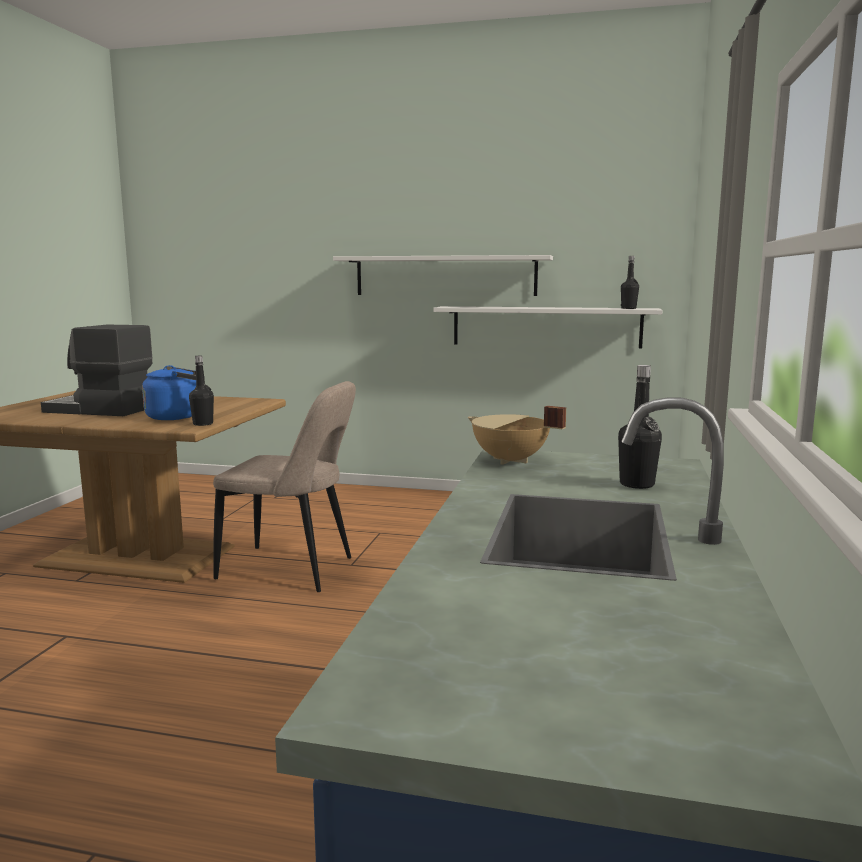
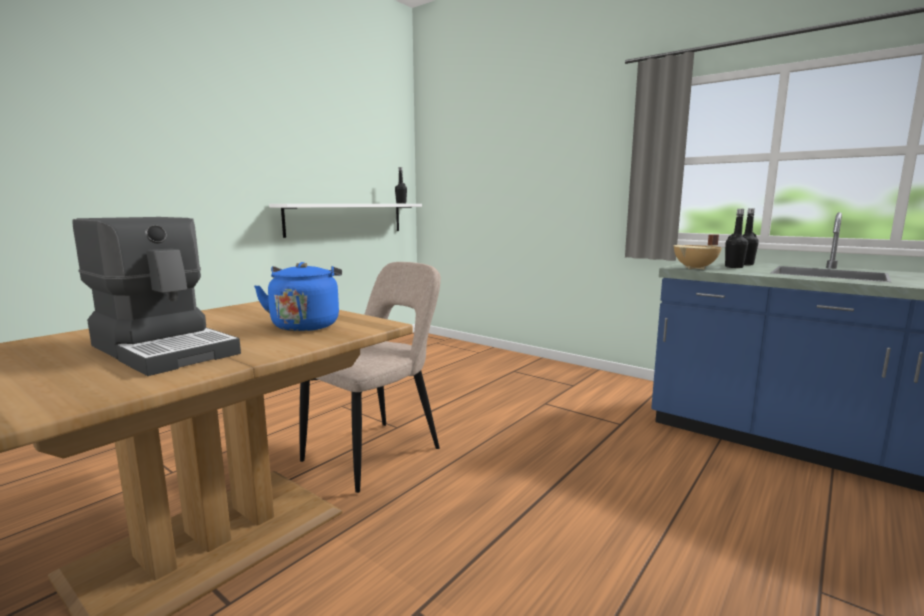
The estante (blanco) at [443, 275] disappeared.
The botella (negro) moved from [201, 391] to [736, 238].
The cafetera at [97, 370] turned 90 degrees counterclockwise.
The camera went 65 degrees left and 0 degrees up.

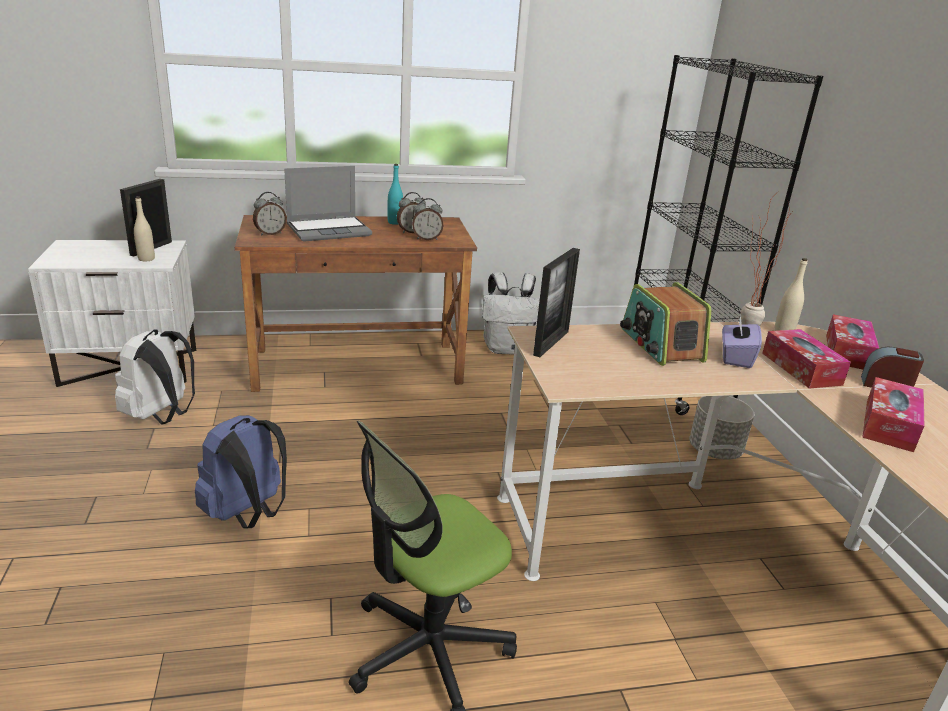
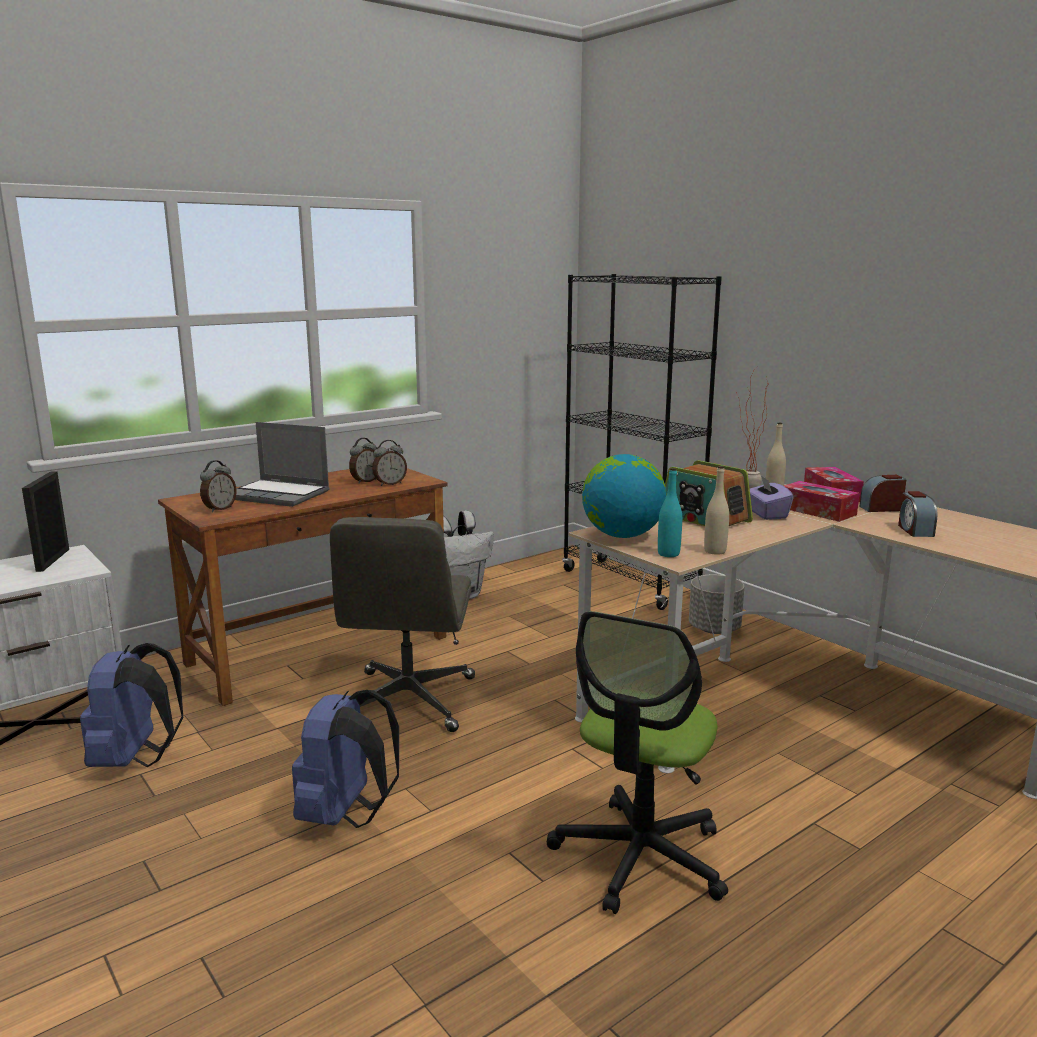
The silla de oficina (gris) at [402, 624] appeared.
The botella (beis) moved from [144, 229] to [716, 510].
The botella (turquesa) moved from [395, 194] to [670, 512].
The portarretratos at [556, 302] was replaced by the globo terráqueo at [624, 496].
The caja de pañuelos at [893, 414] was replaced by the despertador at [918, 514].
The mochila (blanco) at [155, 377] became the mochila (azul) at [131, 705].
The portátil at [328, 204] turned 75 degrees clockwise.
The camera went 25 degrees left and 10 degrees down.

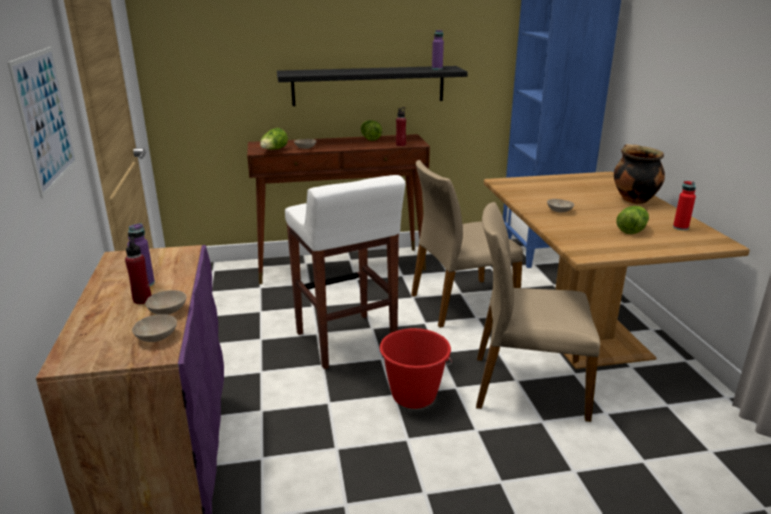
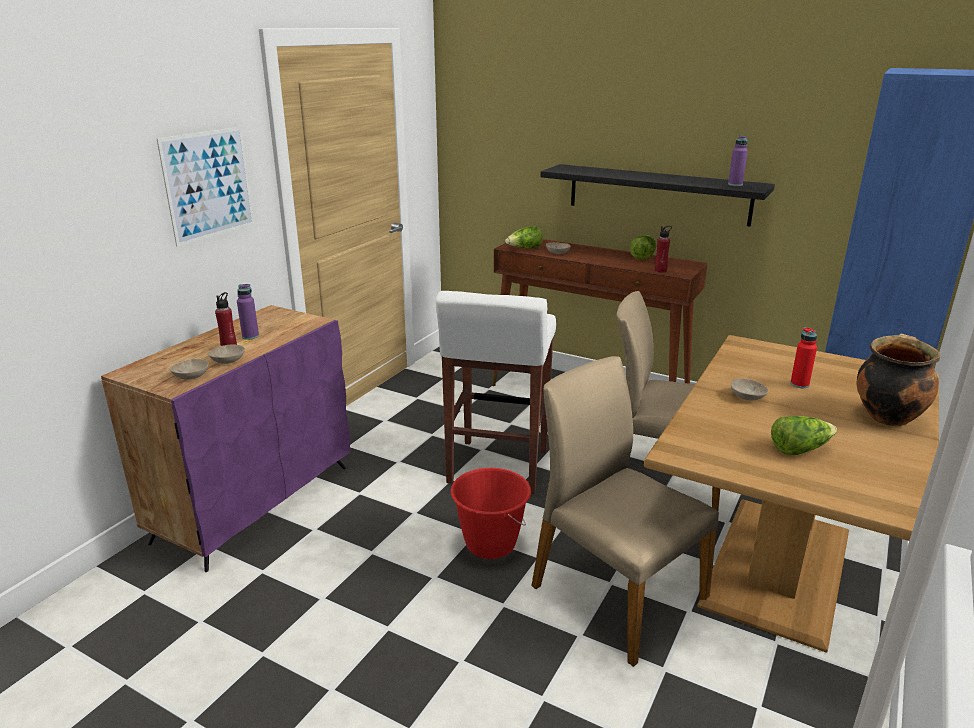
The botella (rojo) moved from [684, 205] to [803, 357].
The camera went 40 degrees right and 0 degrees up.

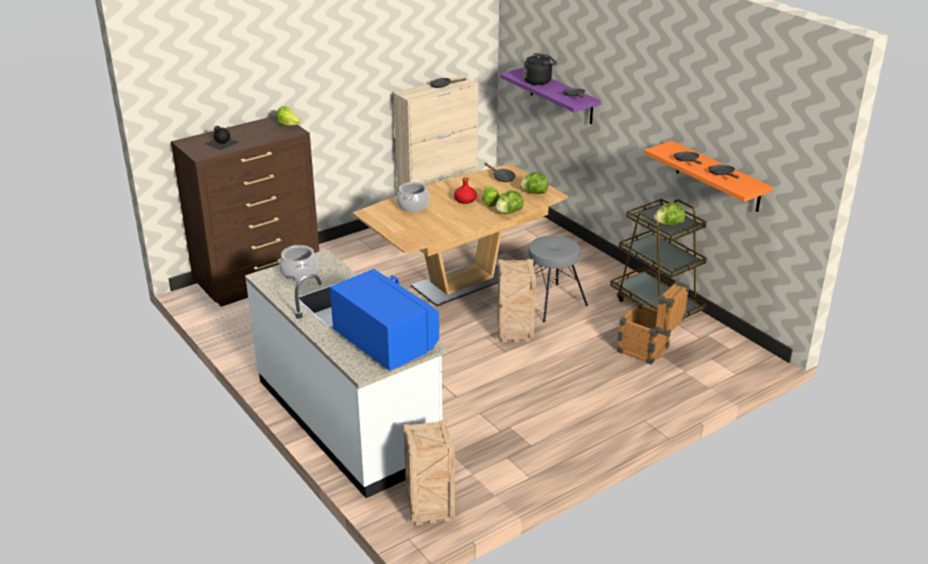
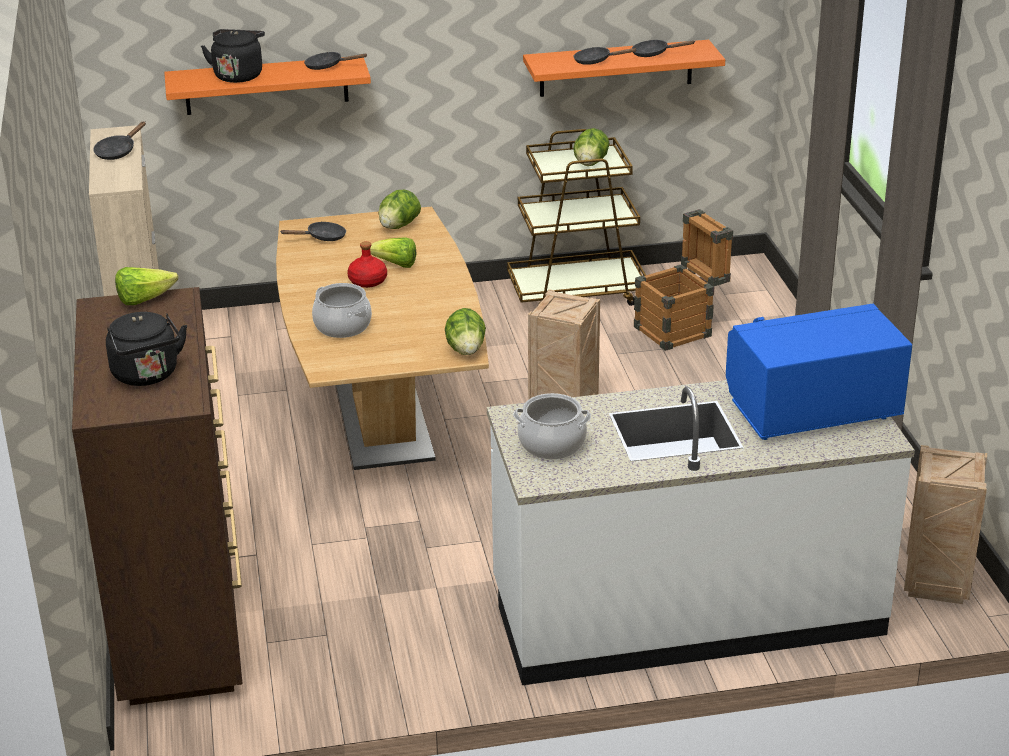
The taburete (gris) at [558, 279] disappeared.
The lechuga moved from [509, 202] to [465, 331].
The botella (negro) at [222, 138] was replaced by the hervidor (negro) at [146, 349].
The estante (morado) at [550, 96] became the estante (naranja) at [267, 86].
The camera went 65 degrees left and 0 degrees up.

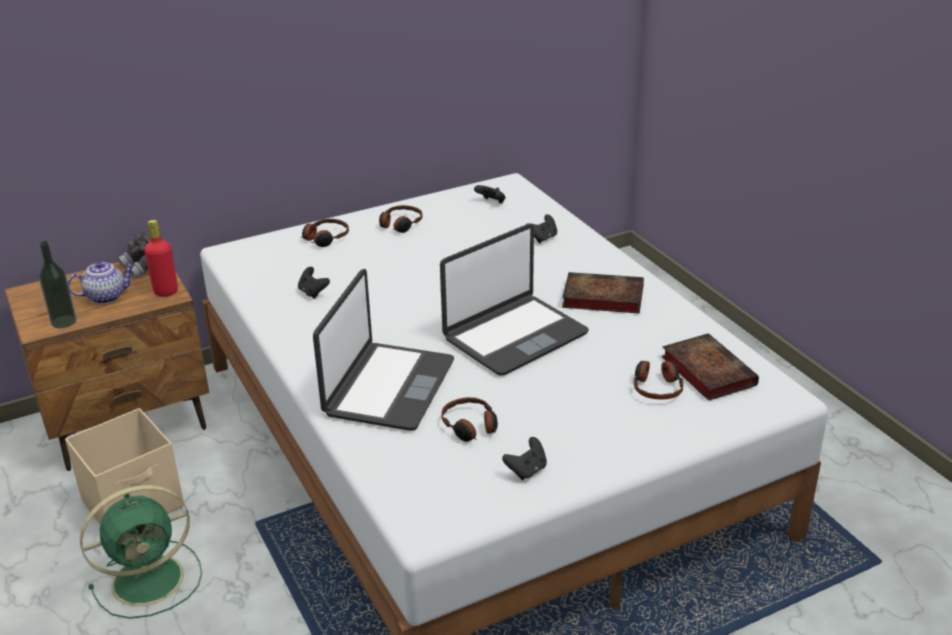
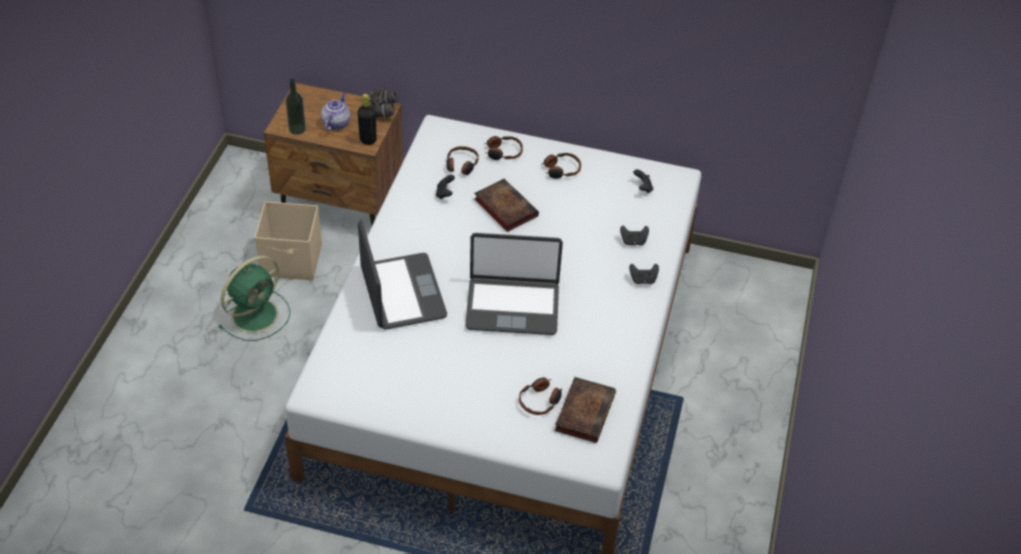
The auriculares moved from [469, 419] to [462, 160].
The mando de consola (negro) moved from [524, 458] to [644, 274].
The libro moved from [603, 293] to [506, 205].
The botella (rojo) at [161, 258] became the botella (negro) at [367, 119].
The tetera at [101, 283] turned 90 degrees counterclockwise.
The ventilador (verde) at [141, 552] turned 60 degrees counterclockwise.
The portátil at [383, 350] turned 75 degrees counterclockwise.
The camera went 40 degrees right and 15 degrees up.

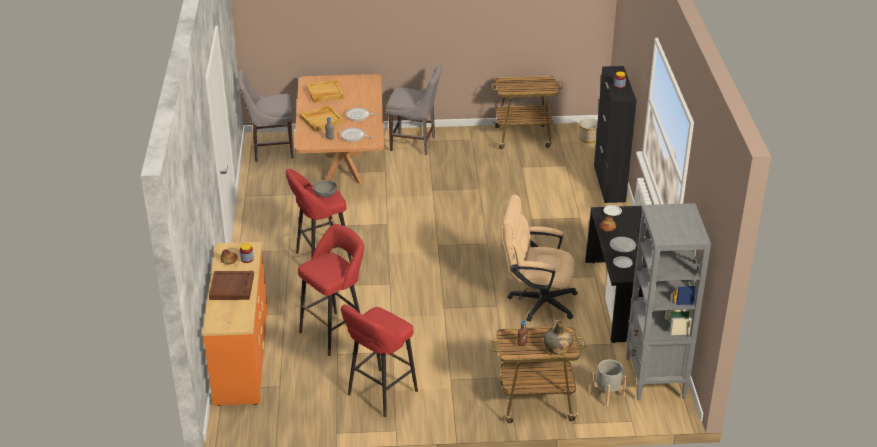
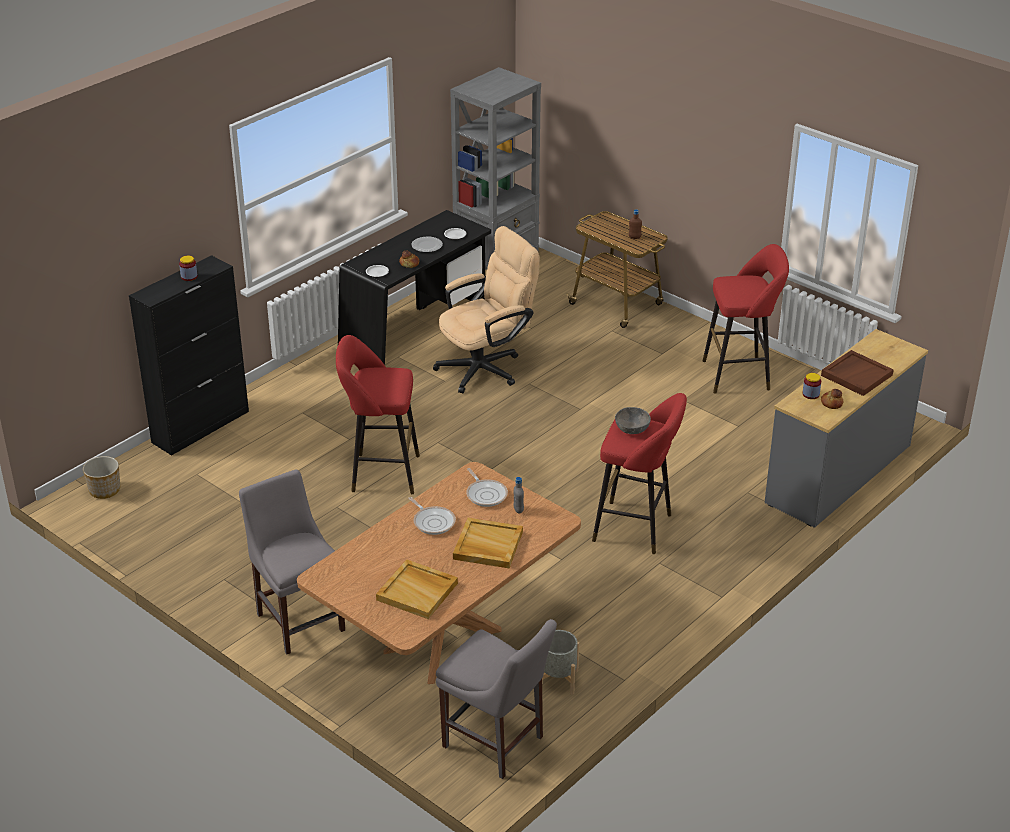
The carrito at [527, 112] disappeared.
The botella (verde) at [558, 337] disappeared.
The taburete (rojo) moved from [331, 290] to [378, 414].
The maceta (gris) moved from [609, 382] to [560, 662].
The cómoda (naranja) at [235, 324] became the cómoda (gris) at [846, 428].
The silla de oficina (beis) at [540, 258] turned 90 degrees counterclockwise.
The camera went 135 degrees left and 0 degrees up.

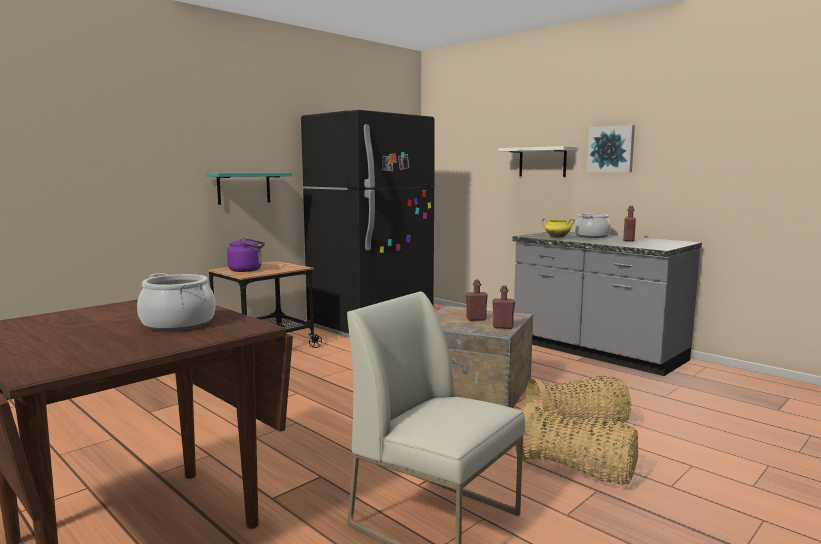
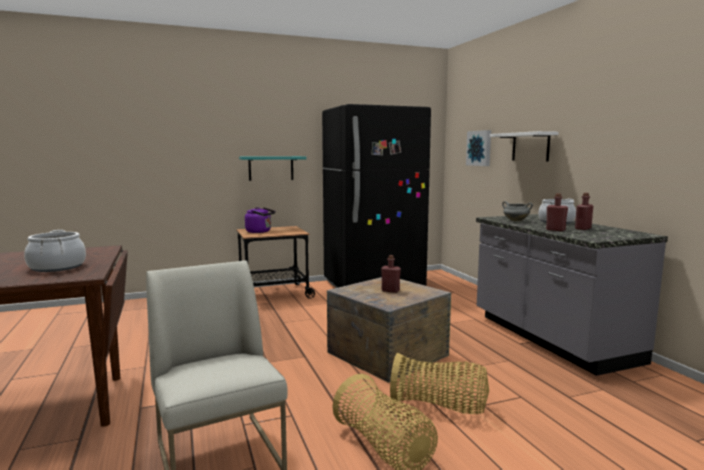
The botella (rojo) moved from [503, 307] to [557, 212].
The cuadro moved from [611, 148] to [478, 148].
The olla (amarillo) at [558, 228] became the olla (gris) at [517, 211].
The camera went 25 degrees right and 0 degrees up.

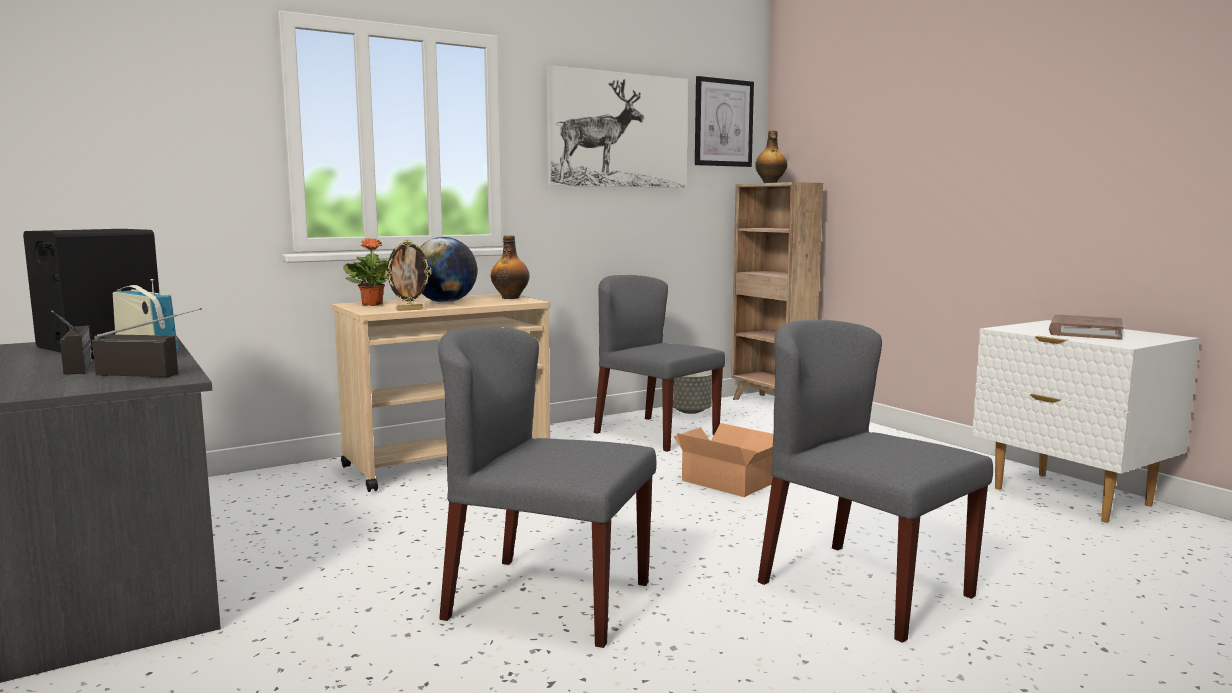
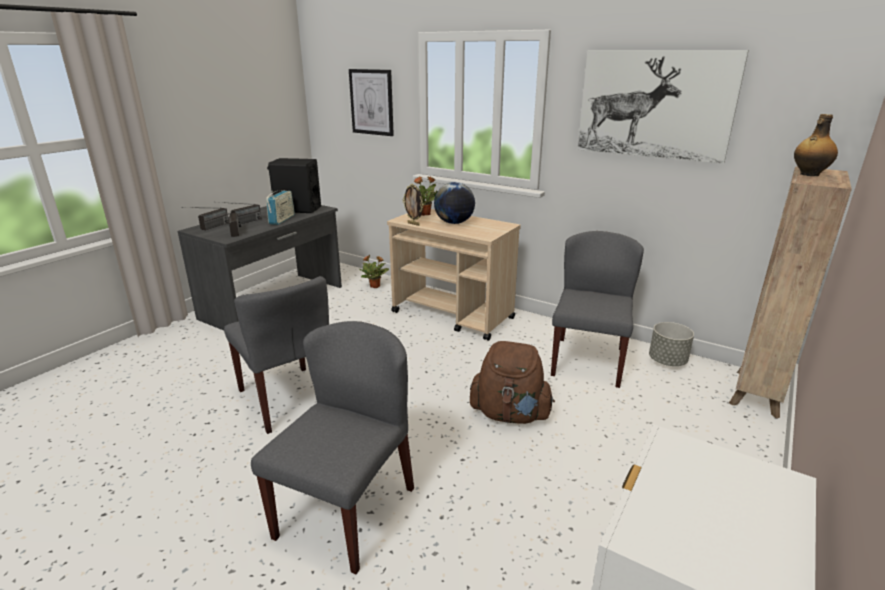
The botella at [510, 267] disappeared.
The libro (marrón) at [1086, 327] disappeared.
The radio at [205, 218] appeared.
The planta en maceta at [374, 271] appeared.
The cuadro moved from [724, 121] to [371, 102].
The caja de cartón at [723, 460] was replaced by the mochila (marrón) at [512, 382].
The silla (gris) at [547, 487] turned 150 degrees clockwise.
The camera went 65 degrees right and 15 degrees up.

